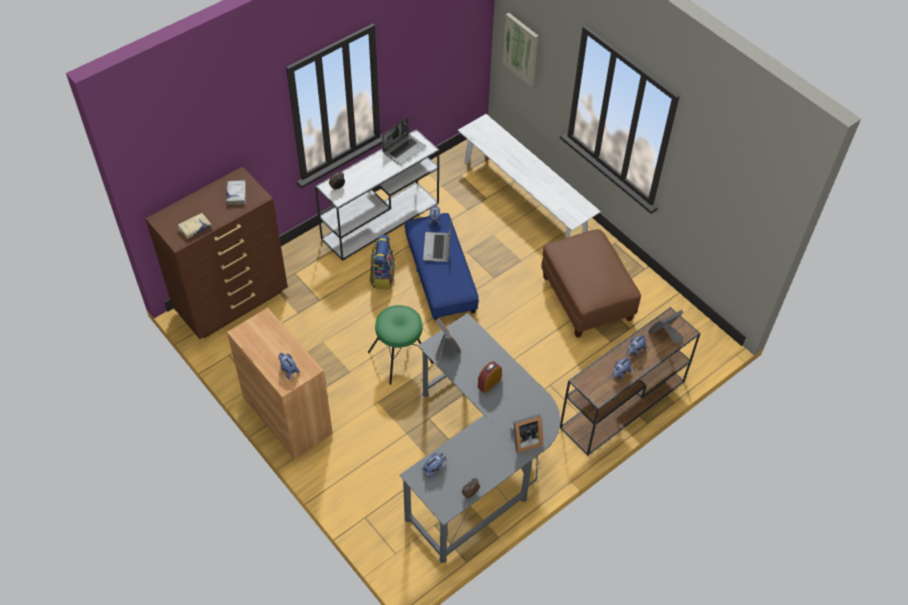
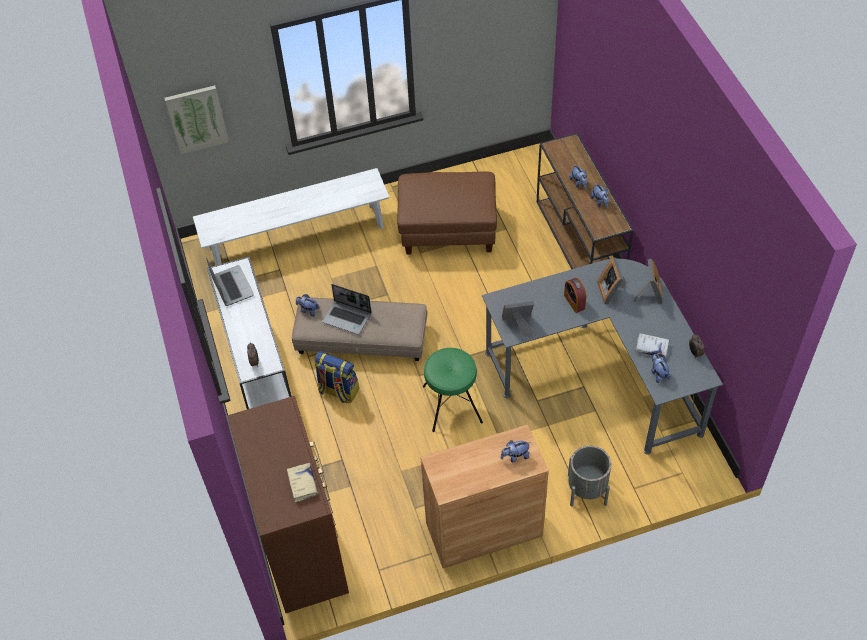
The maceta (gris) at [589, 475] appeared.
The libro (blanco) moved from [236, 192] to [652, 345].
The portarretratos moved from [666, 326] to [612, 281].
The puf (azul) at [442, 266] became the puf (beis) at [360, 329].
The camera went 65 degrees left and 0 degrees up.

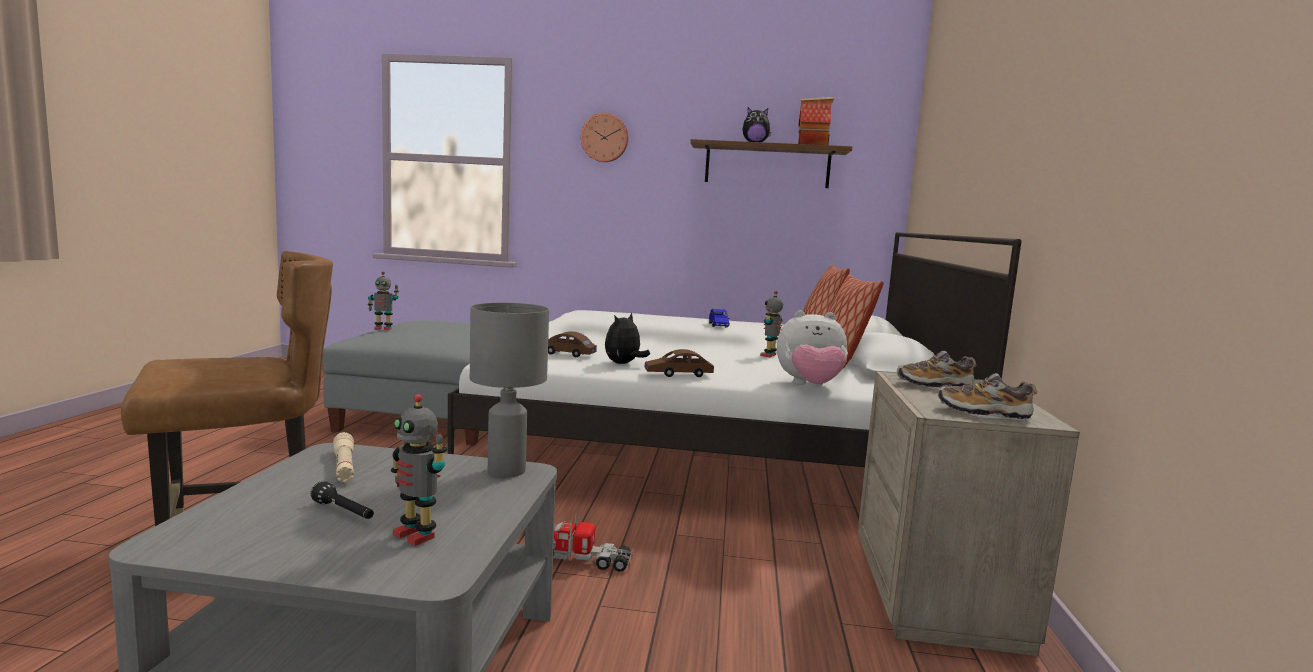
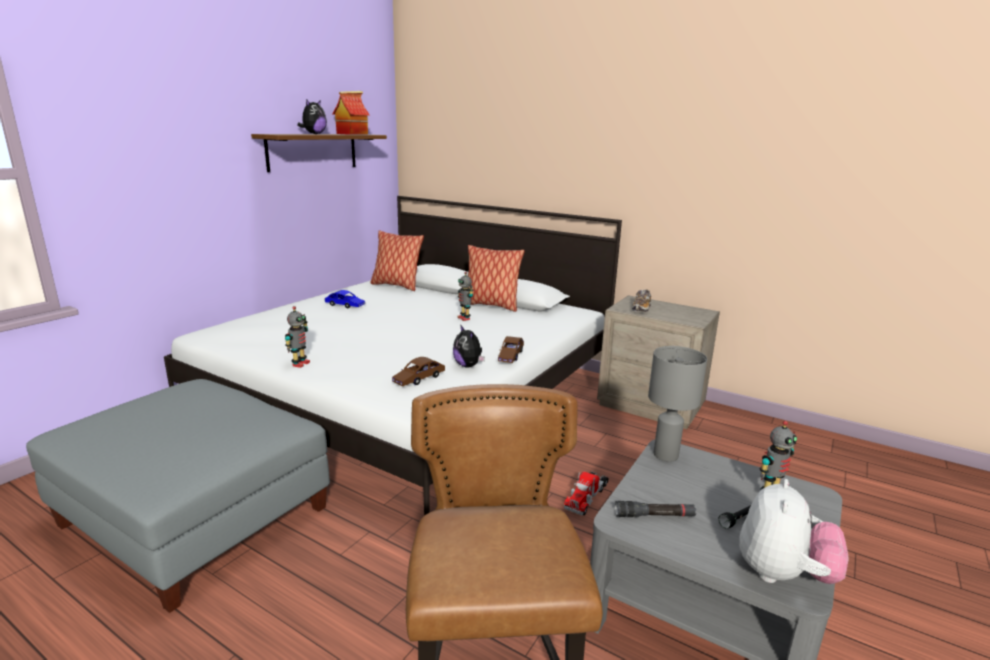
The reloj de pared at [604, 137] disappeared.
The zapato at [987, 397] disappeared.
The robot de juguete moved from [383, 300] to [297, 337].
The peluche moved from [812, 348] to [794, 531].
The linterna (beis) at [343, 457] became the linterna (negro) at [655, 509].
The camera went 65 degrees left and 10 degrees up.

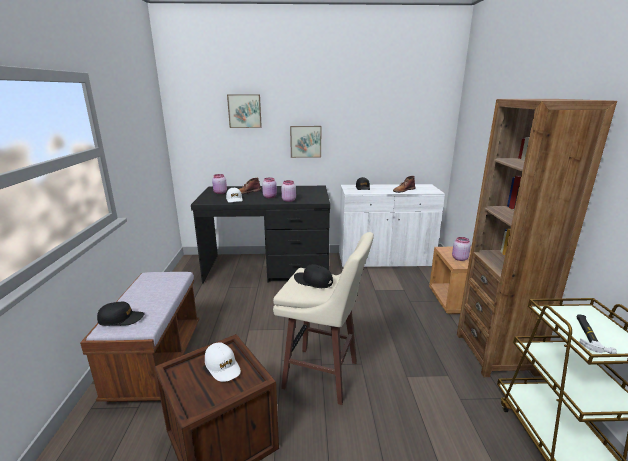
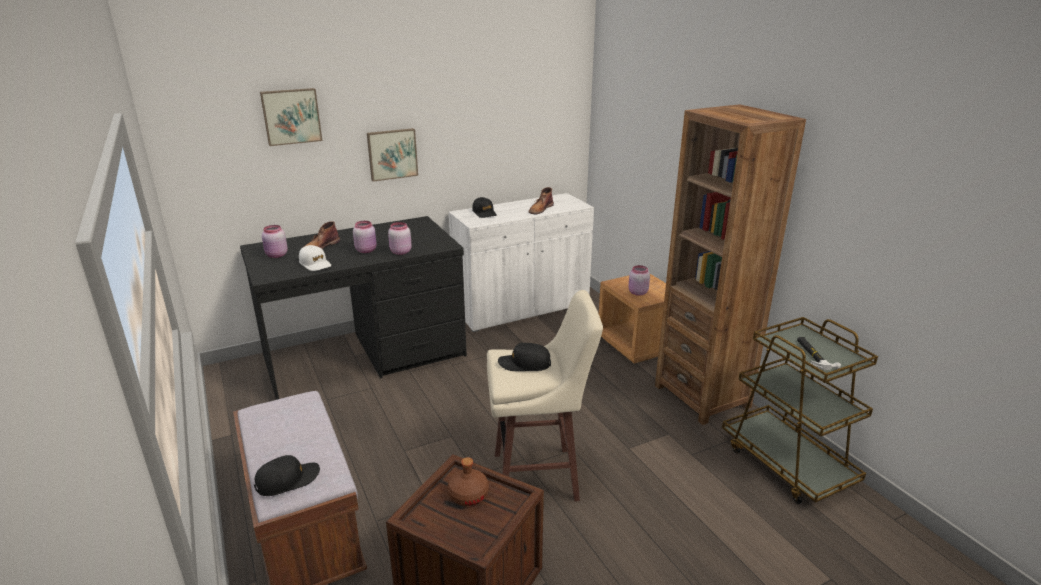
The gorra (blanco) at [223, 362] was replaced by the botella (marrón) at [468, 481].
The camera went 25 degrees left and 5 degrees up.

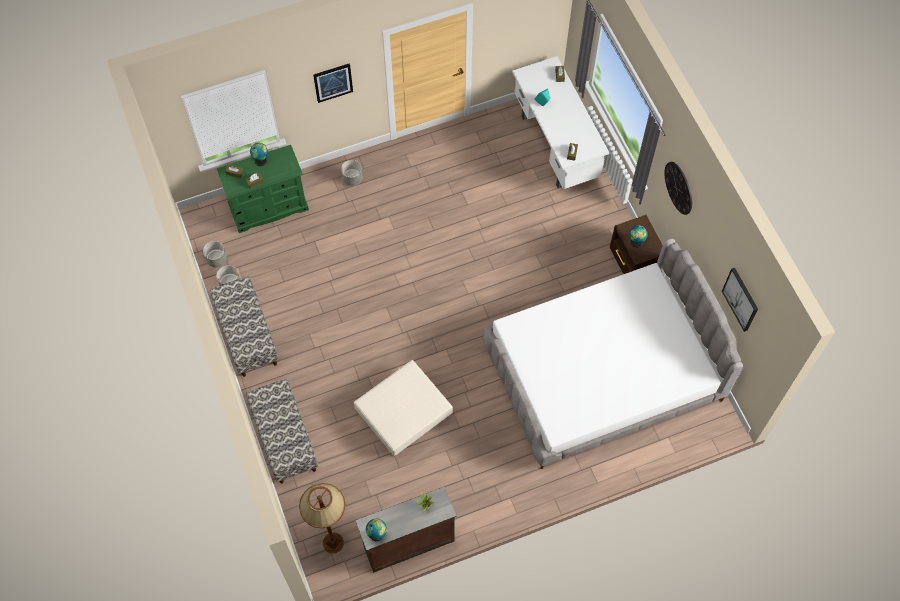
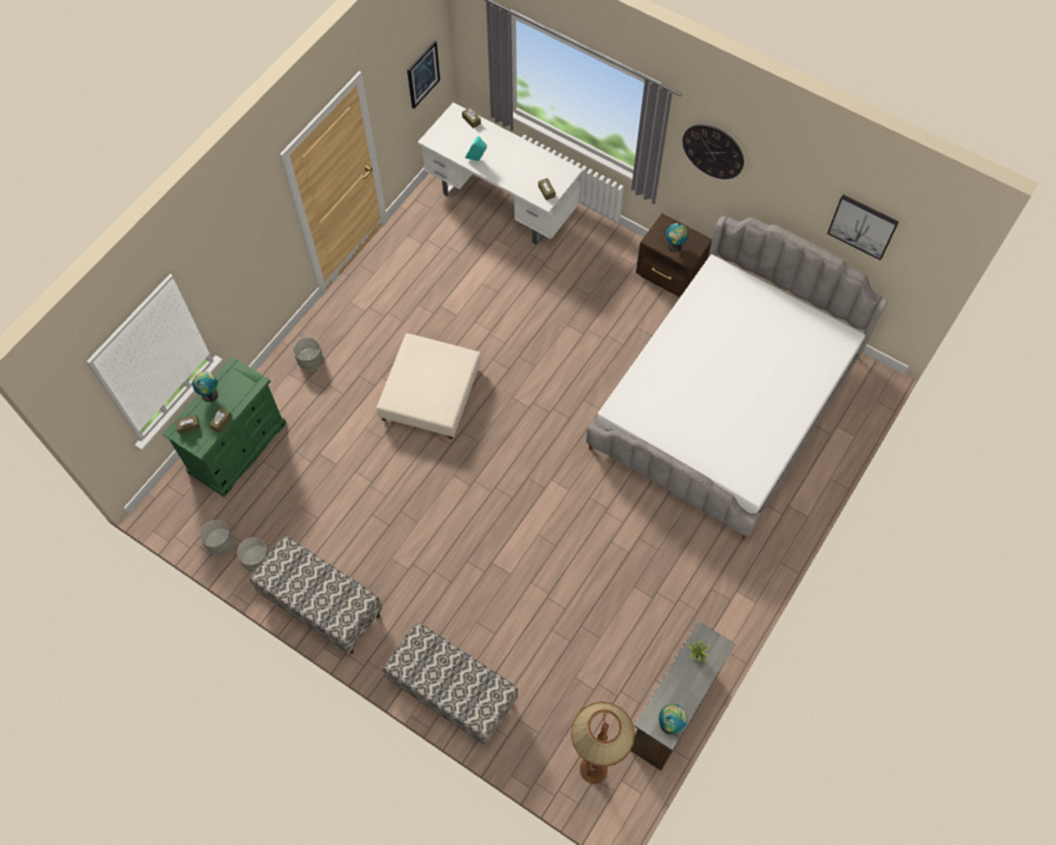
The cuadro moved from [333, 83] to [423, 74].
The puf (beis) moved from [403, 408] to [428, 386].
The camera went 35 degrees left and 0 degrees up.

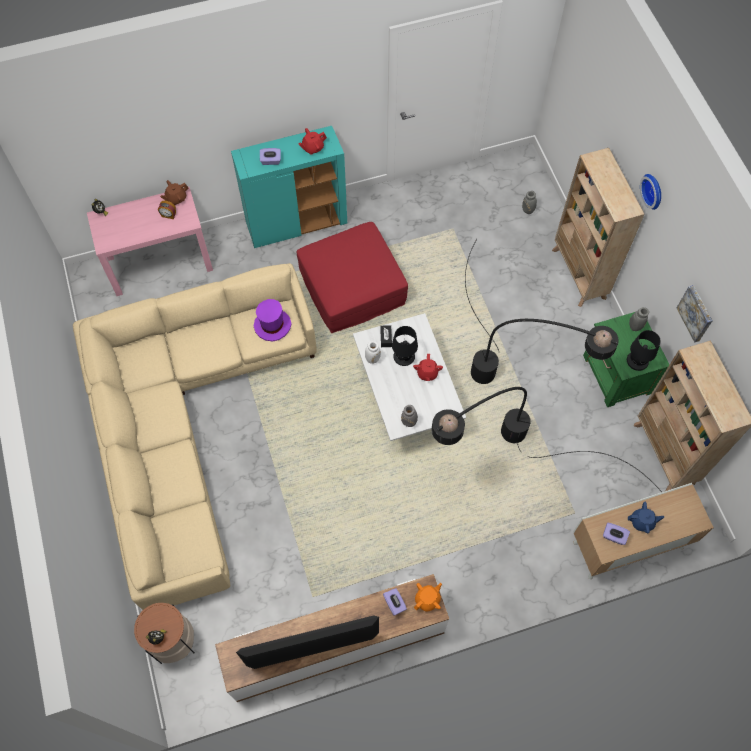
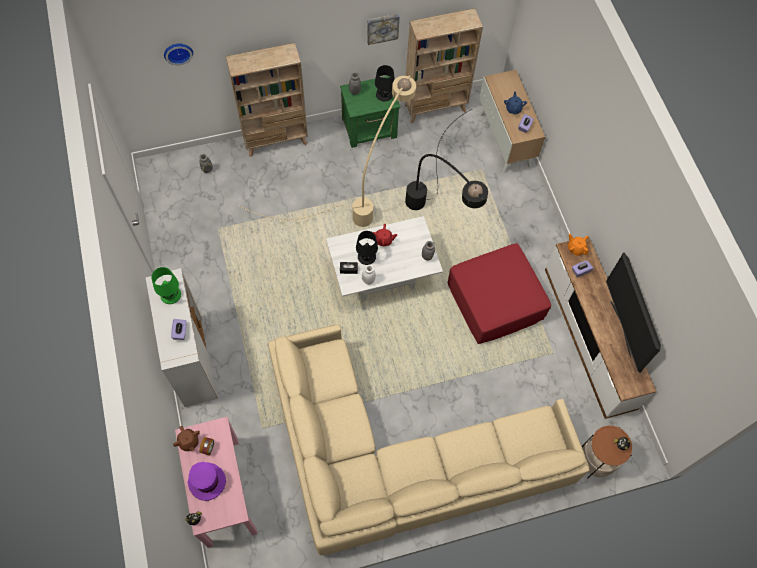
The sombrero (morado) moved from [273, 320] to [206, 481].
The puf (rojo) moved from [352, 277] to [499, 293].
The reloj de pared moved from [650, 192] to [178, 54].
The tetera (rojo) at [312, 141] was replaced by the lámpara de mesa (verde) at [166, 285].
The armario (turquesa) at [289, 187] became the armario (blanco) at [182, 337].
The lámpara de pie (negro) at [542, 311] became the lámpara de pie (beis) at [328, 151].
The camera went 90 degrees left and 0 degrees up.

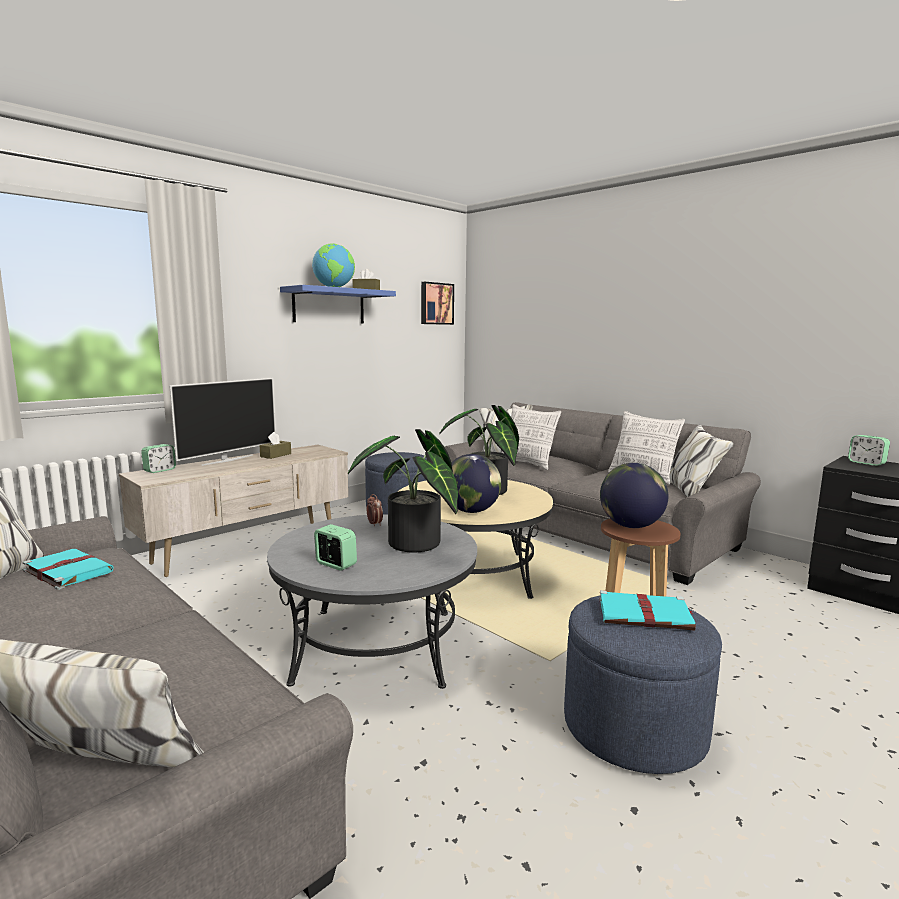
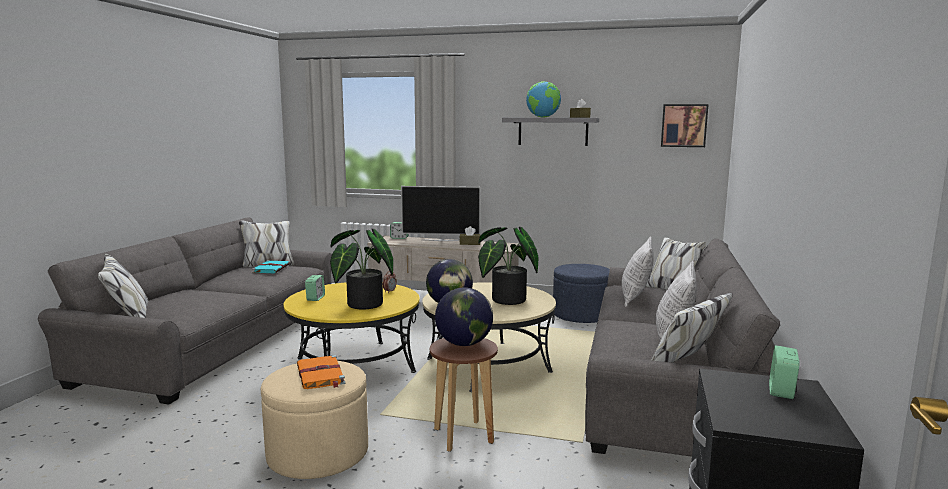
The mesa de centro (gris) at [372, 601] became the mesa de centro (amarillo) at [351, 327].
The estante (azul) at [338, 304] became the estante (gris) at [550, 132].
The puf (azul) at [643, 684] became the puf (beis) at [314, 420].
The libro (turquesa) at [647, 610] became the libro (naranja) at [321, 372].
The camera went 60 degrees right and 0 degrees up.

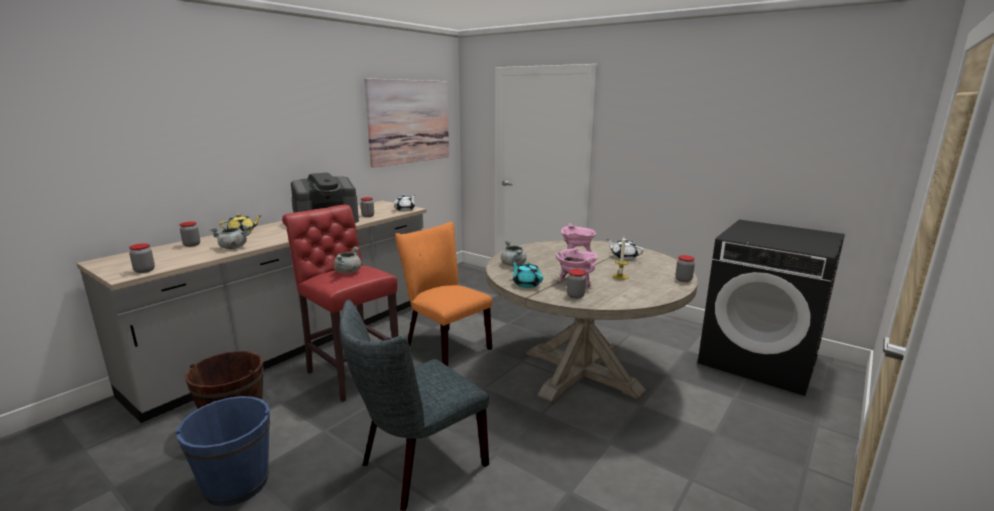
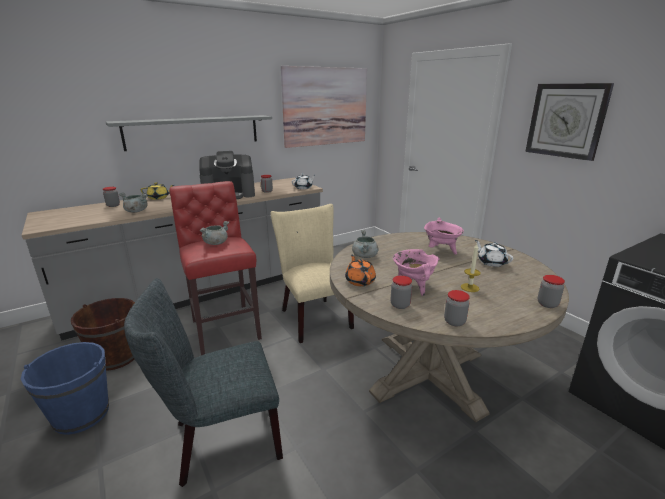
The estante (gris) at [189, 133] appeared.
The reloj de pared at [569, 122] appeared.
The tarro moved from [142, 258] to [457, 308].
The silla (naranja) at [443, 294] became the silla (beis) at [312, 273].
The tetera (turquesa) at [527, 274] became the tetera (naranja) at [360, 270].
The camera went 20 degrees right and 5 degrees up.

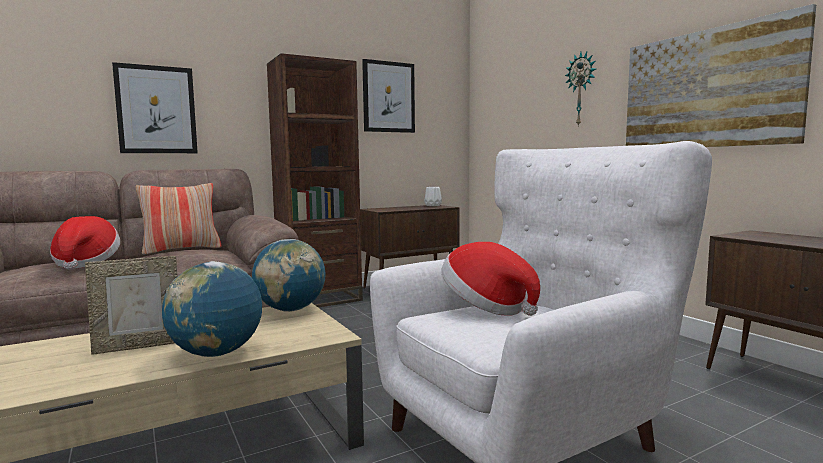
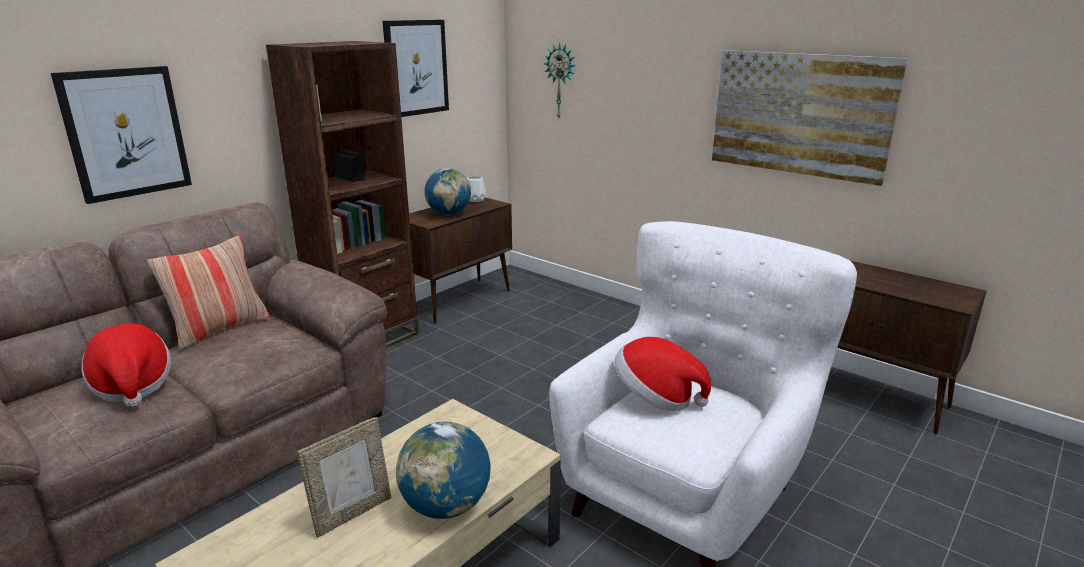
The globo terráqueo moved from [289, 275] to [447, 191].
The reloj de pared moved from [580, 89] to [559, 81].
The camera went 20 degrees left and 15 degrees up.

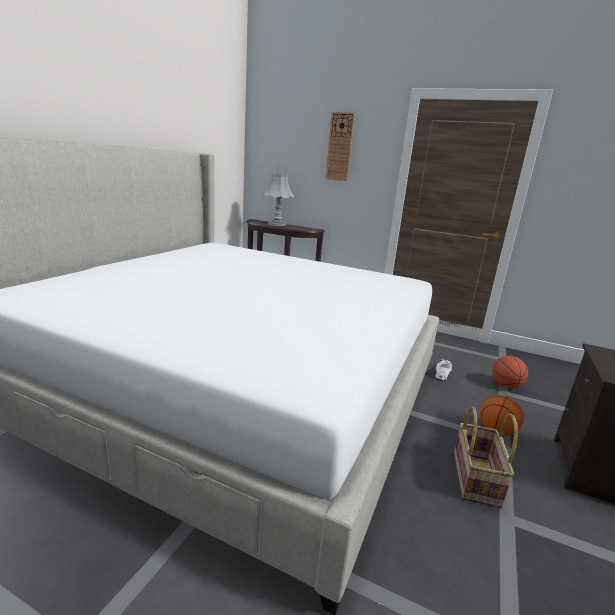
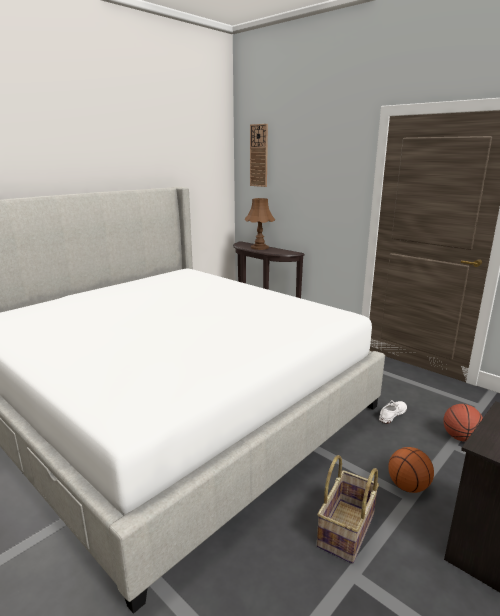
The reloj de pared moved from [340, 146] to [259, 155].
The lámpara de mesa (gris) at [279, 199] became the lámpara de mesa (marrón) at [260, 224].
The camera went 20 degrees right and 0 degrees up.

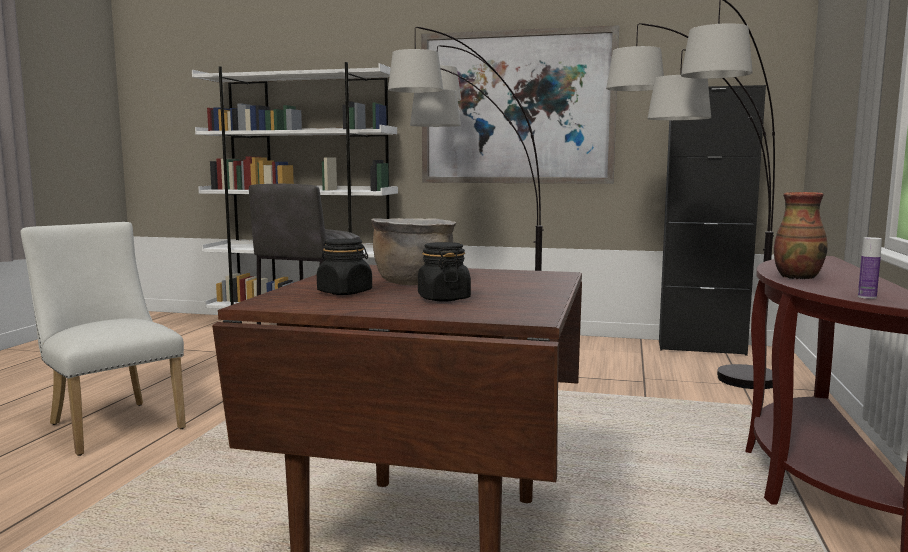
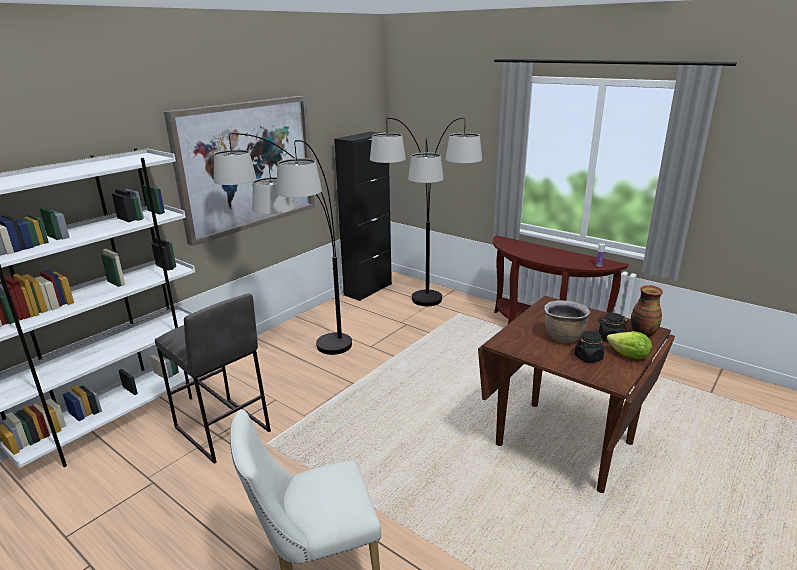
The lechuga at [629, 345] appeared.
The florero moved from [801, 236] to [647, 311].
The camera went 65 degrees left and 15 degrees up.

